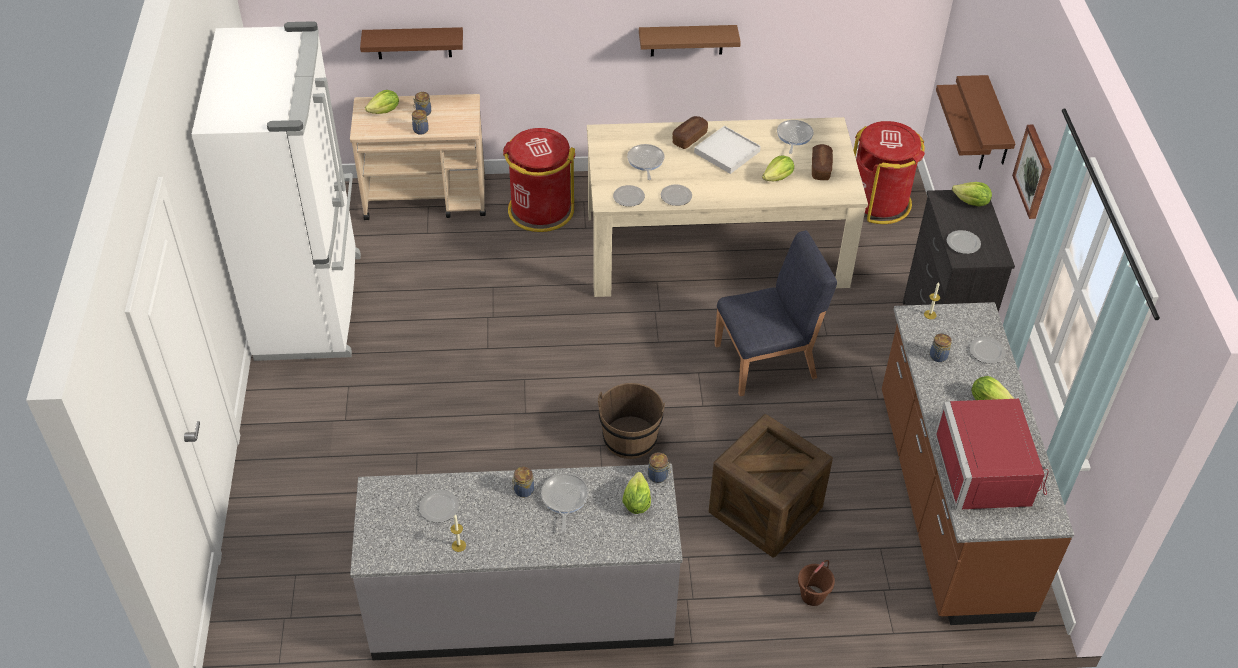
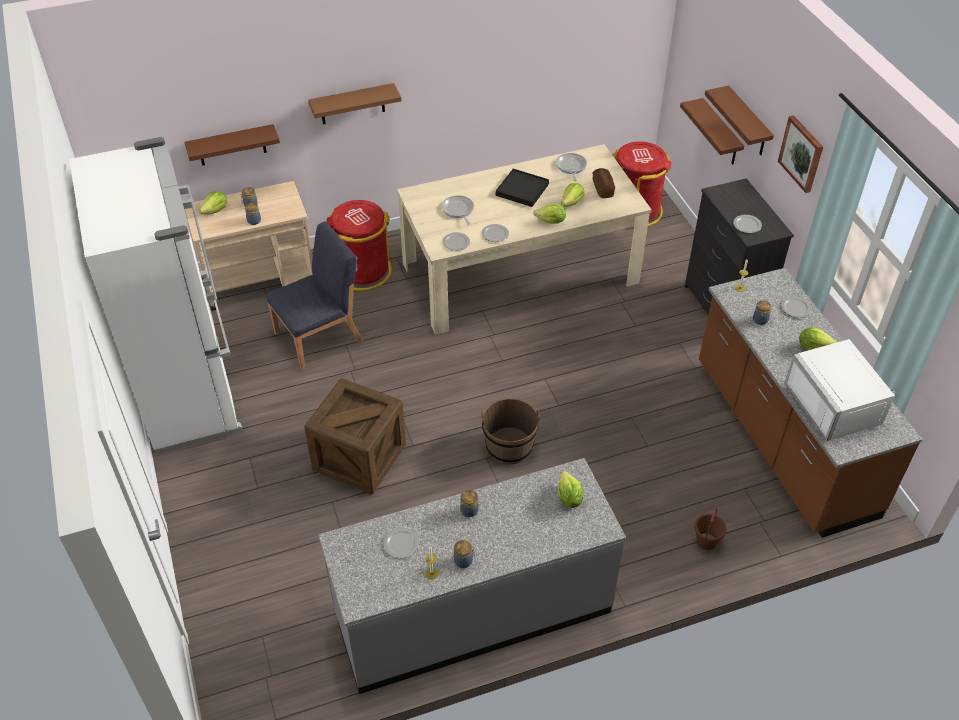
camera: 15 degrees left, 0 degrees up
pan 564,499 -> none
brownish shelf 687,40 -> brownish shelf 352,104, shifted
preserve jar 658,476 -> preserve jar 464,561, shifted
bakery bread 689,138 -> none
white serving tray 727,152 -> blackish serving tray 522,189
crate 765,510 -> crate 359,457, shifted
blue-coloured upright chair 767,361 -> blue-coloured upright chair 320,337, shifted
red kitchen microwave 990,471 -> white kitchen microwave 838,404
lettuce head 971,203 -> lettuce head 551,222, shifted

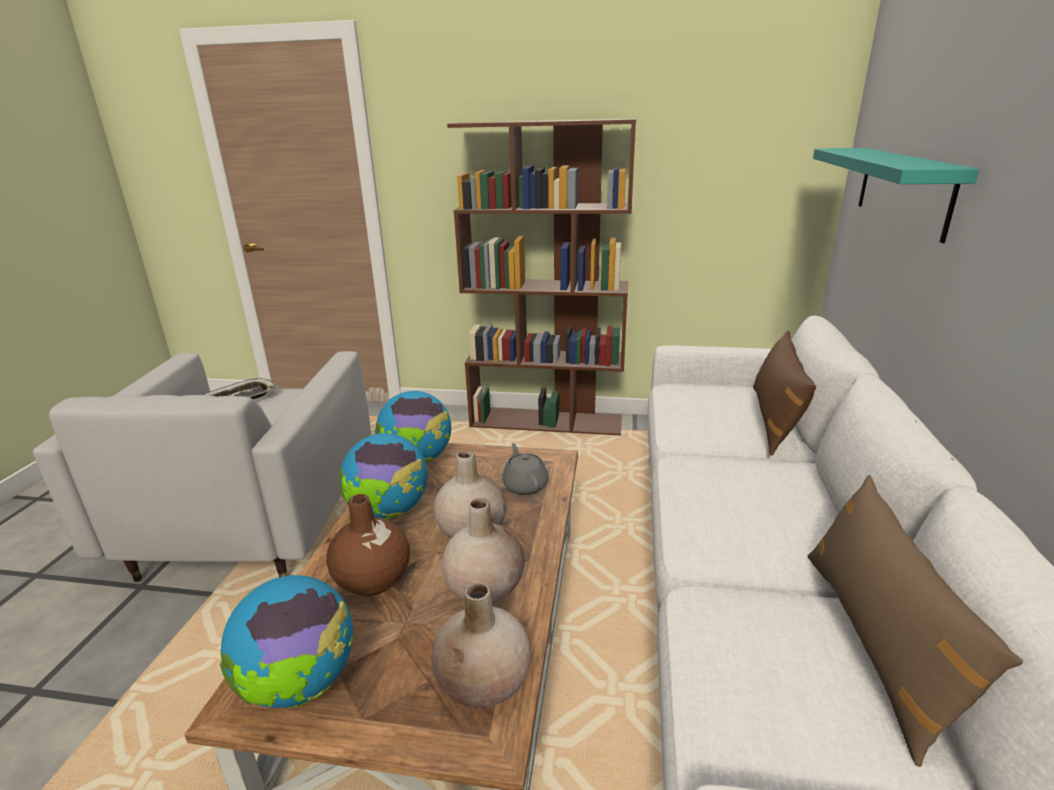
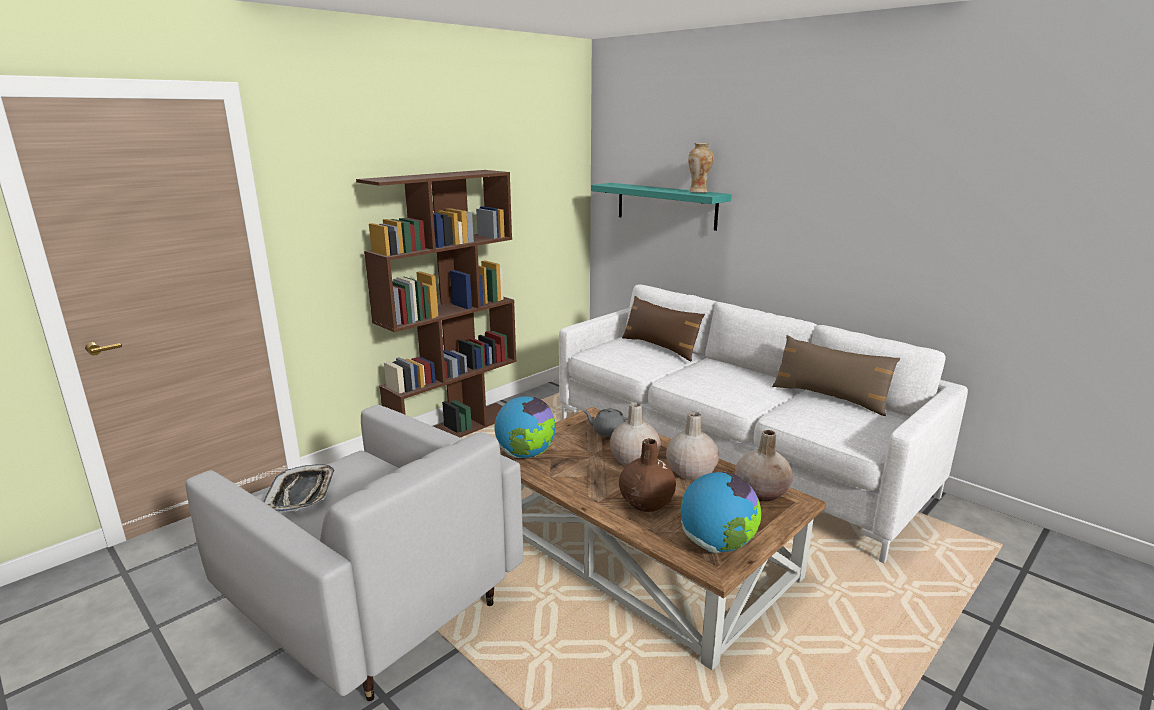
camera: 55 degrees left, 5 degrees down
world globe 389,512 -> none
none -> decorative vase 698,192

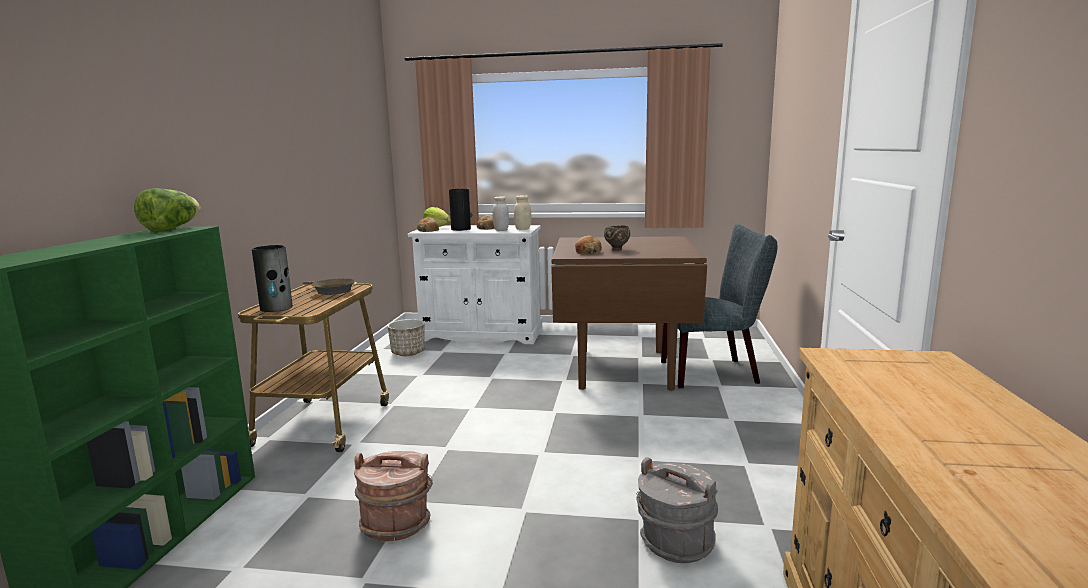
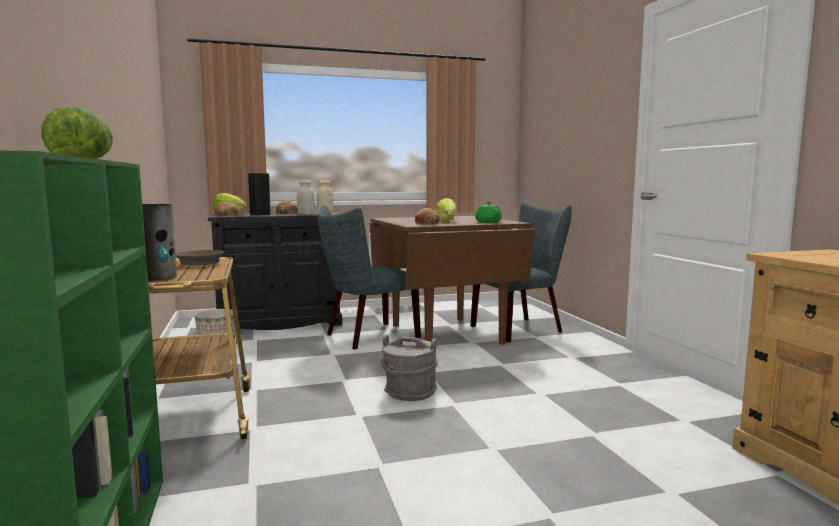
camera: 25 degrees left, 5 degrees down
brownish pail 396,523 -> none
white storage cabinet 481,334 -> blackish storage cabinet 279,322
brownish serving bowl 617,249 -> lettuce head 447,221
gray pail 675,543 -> gray pail 409,392, shifted
none -> gray upright chair 367,337
none -> green-coloured pot for tea 488,222

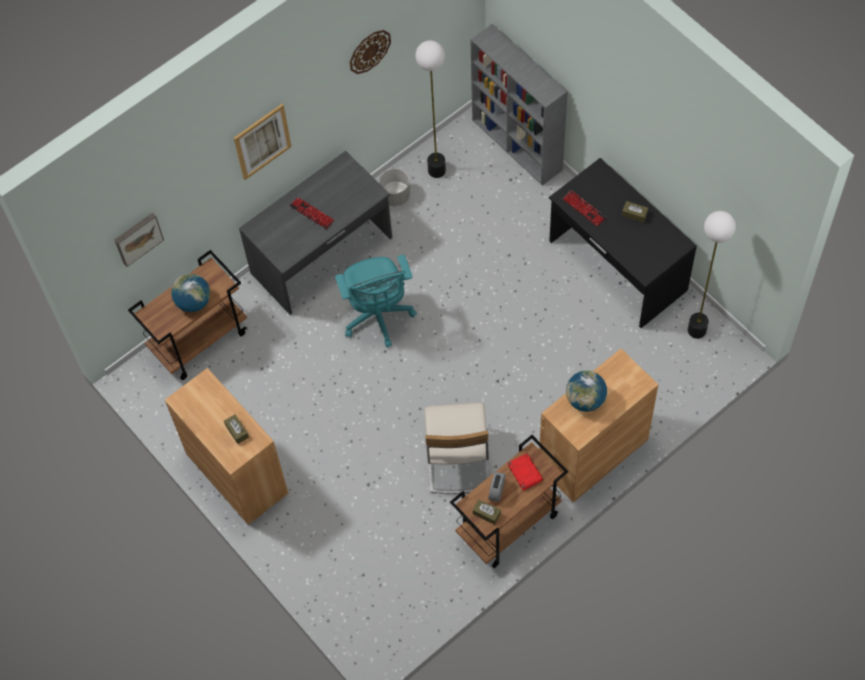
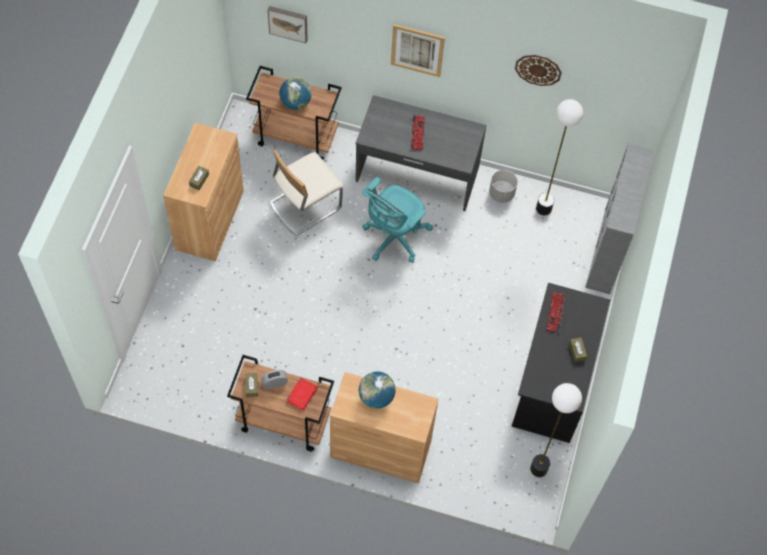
camera: 50 degrees right, 0 degrees up
beige upright chair 456,459 -> beige upright chair 304,205, shifted

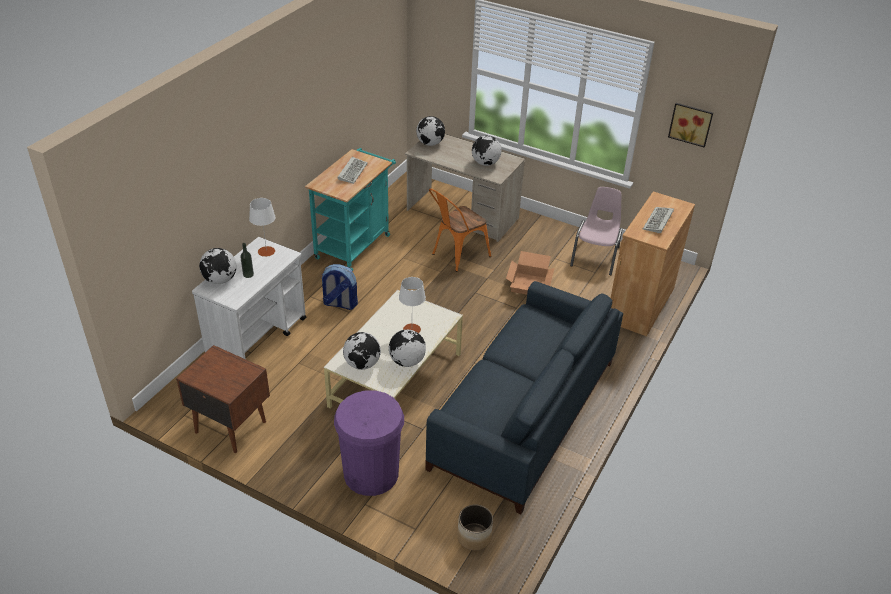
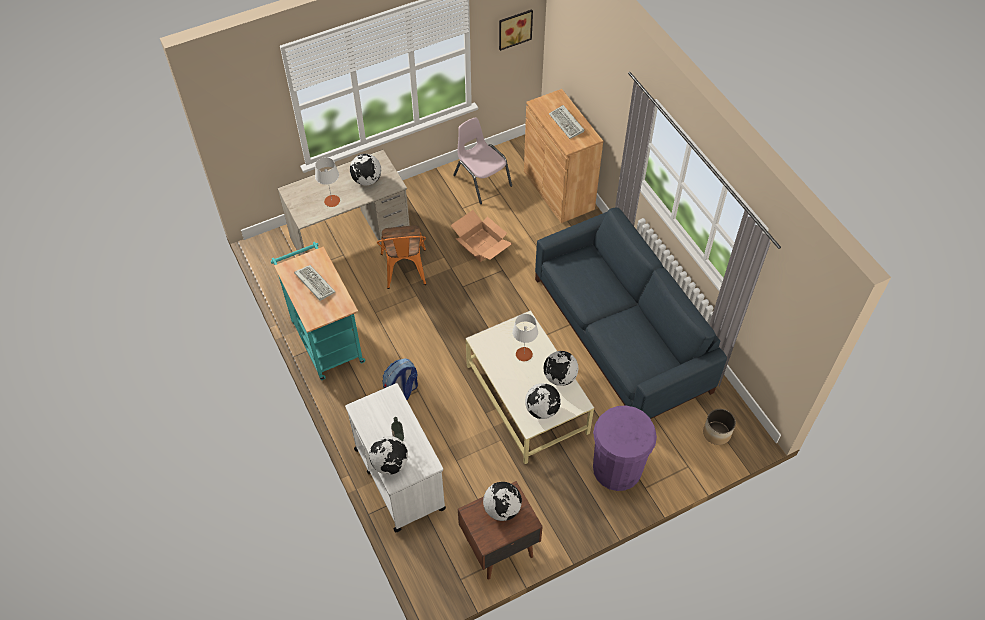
camera: 55 degrees left, 15 degrees up
white table lamp 266,251 -> white table lamp 332,201, shifted
world globe 430,143 -> world globe 502,509, shifted

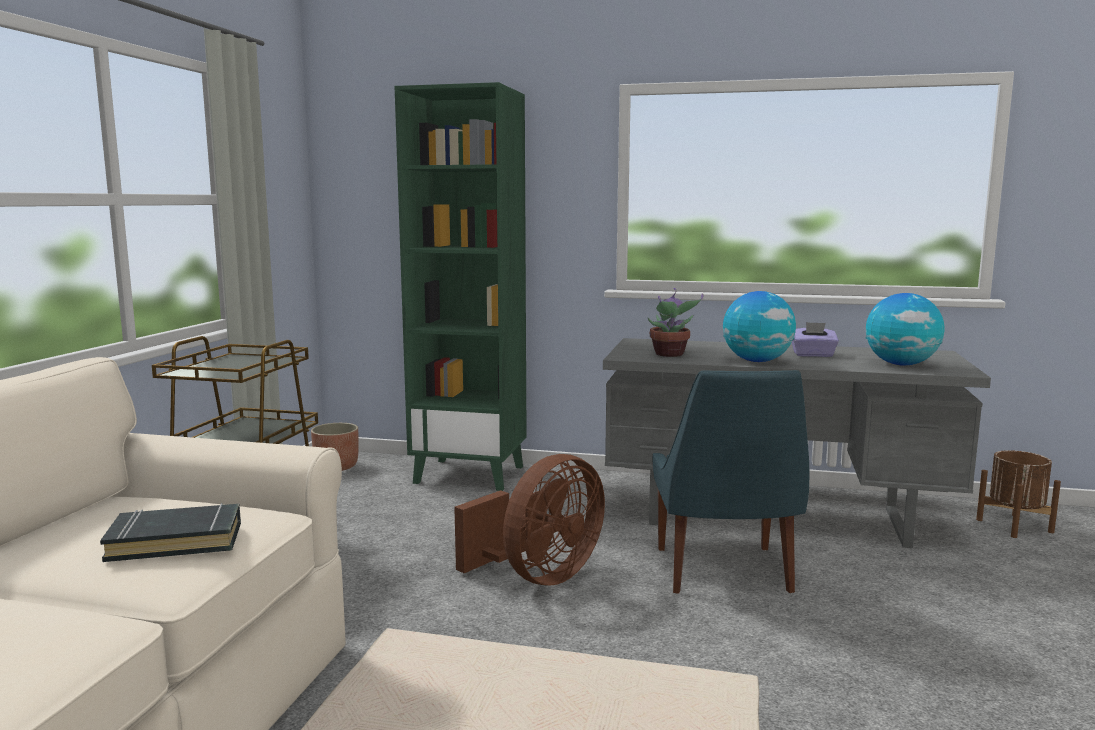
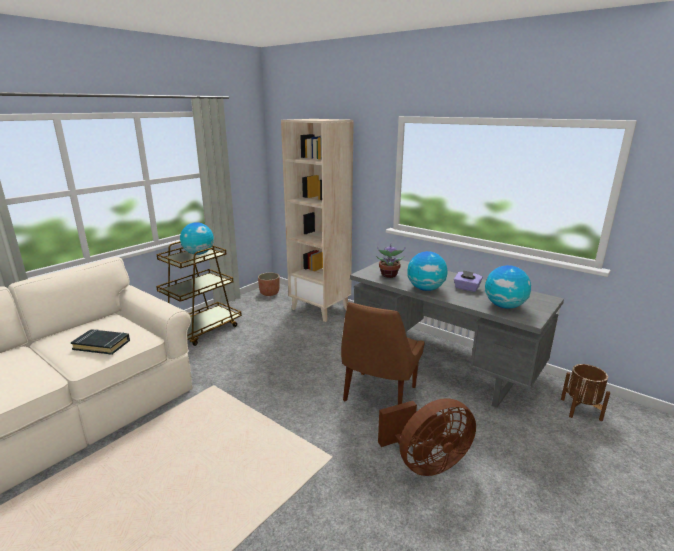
camera: 25 degrees right, 10 degrees up
green-coloured bookshelf 470,474 -> beige bookshelf 320,309
brownish cooling fan 540,576 -> brownish cooling fan 426,463, shifted
blue-coloured upright chair 723,572 -> brownish upright chair 378,395
none -> world globe 199,253

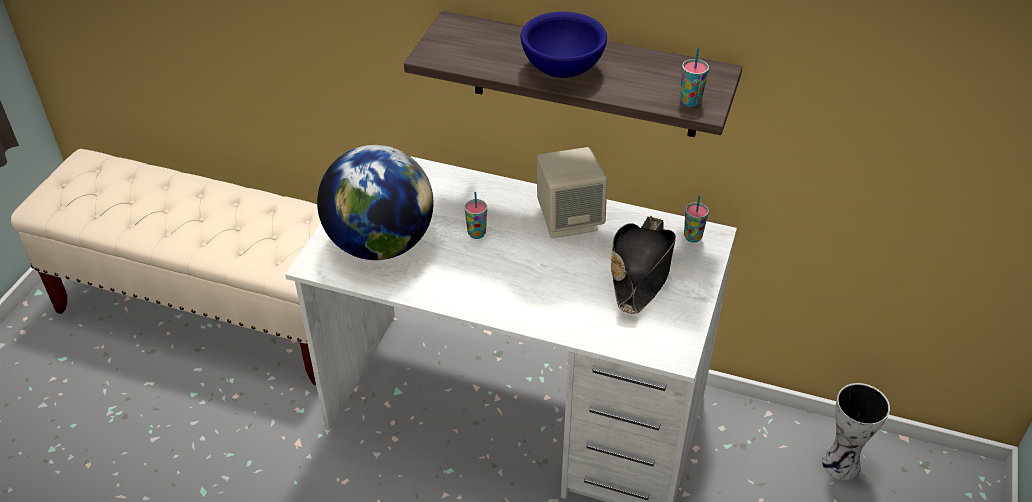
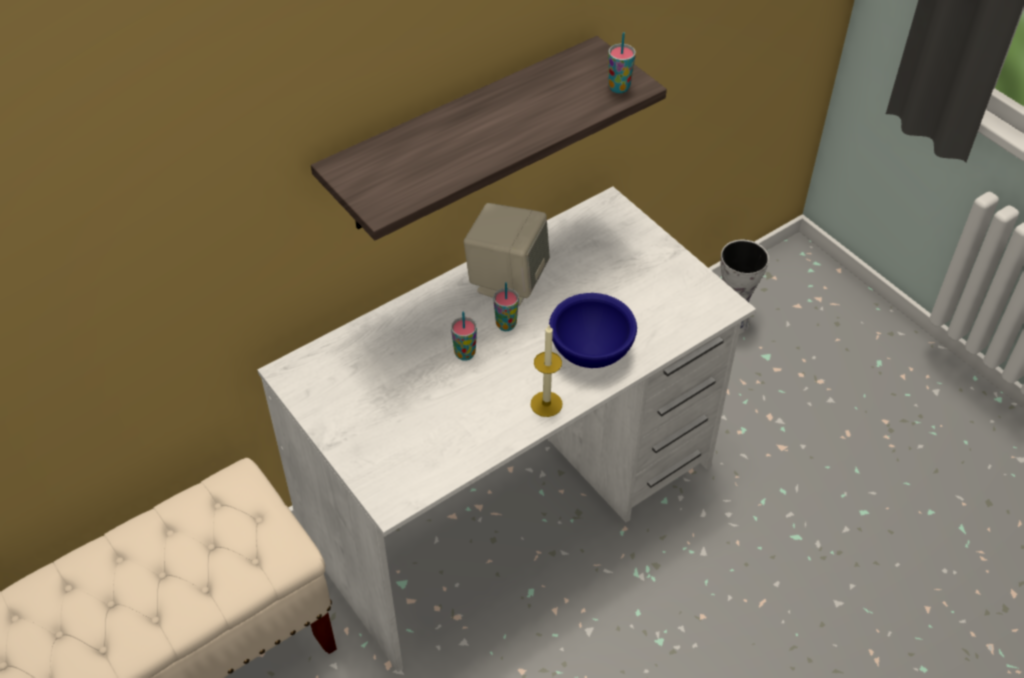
camera: 55 degrees left, 5 degrees up
world globe 380,244 -> none
blue-coloured serving bowl 563,70 -> blue-coloured serving bowl 592,352, shifted
blackish clothing hat 641,270 -> none
drinking cup 692,237 -> drinking cup 506,325, shifted
none -> wax light 546,404

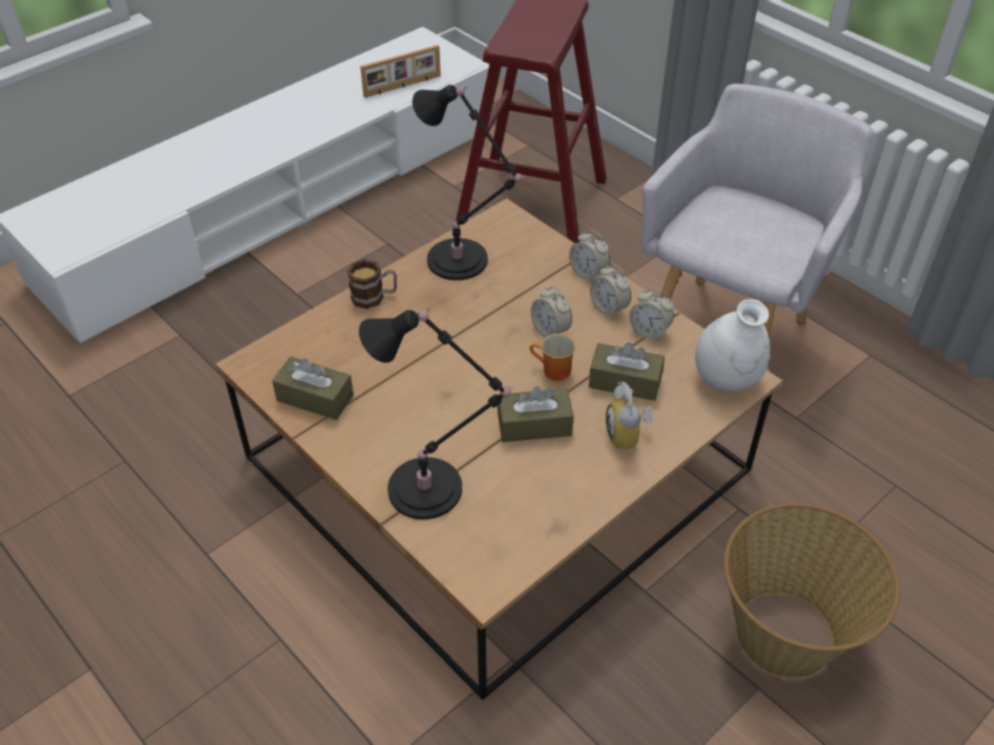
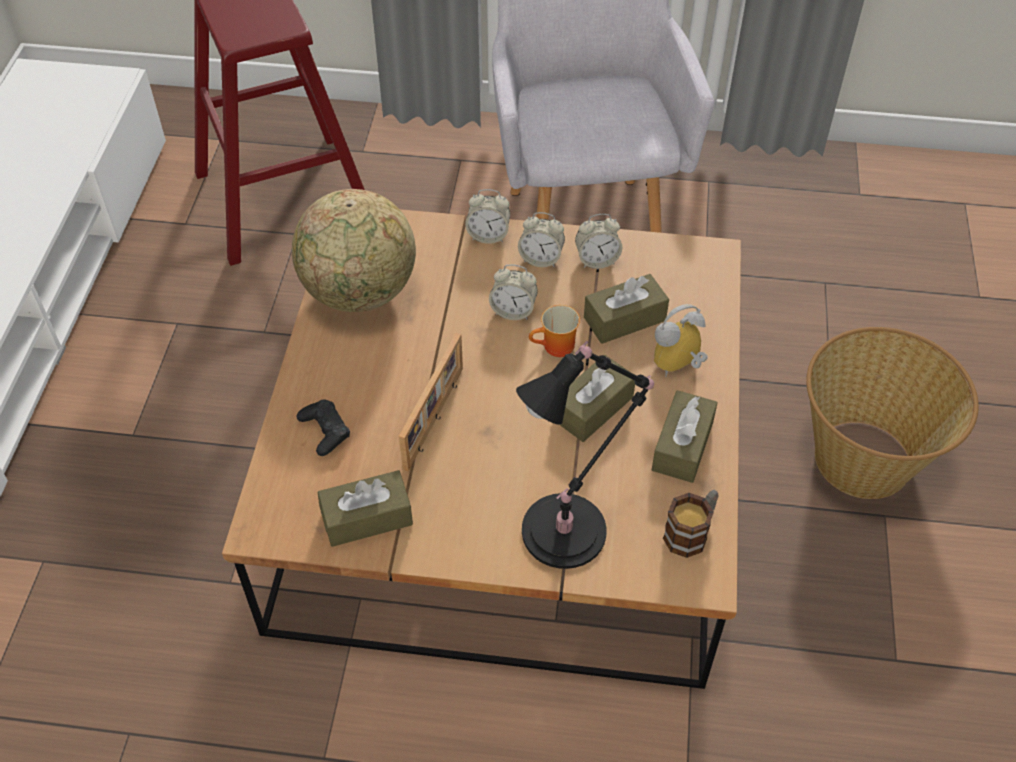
camera: 40 degrees left, 5 degrees up
coffee mug 374,297 -> coffee mug 691,532, shifted
picture frame 403,86 -> picture frame 435,418, shifted
blackish table lamp 462,262 -> world globe 360,293
alarm clock 629,437 -> alarm clock 679,367, 105 degrees clockwise
white decorative vase 726,380 -> none
none -> blackish joypad 325,431
none -> brownish box of tissues 682,446

